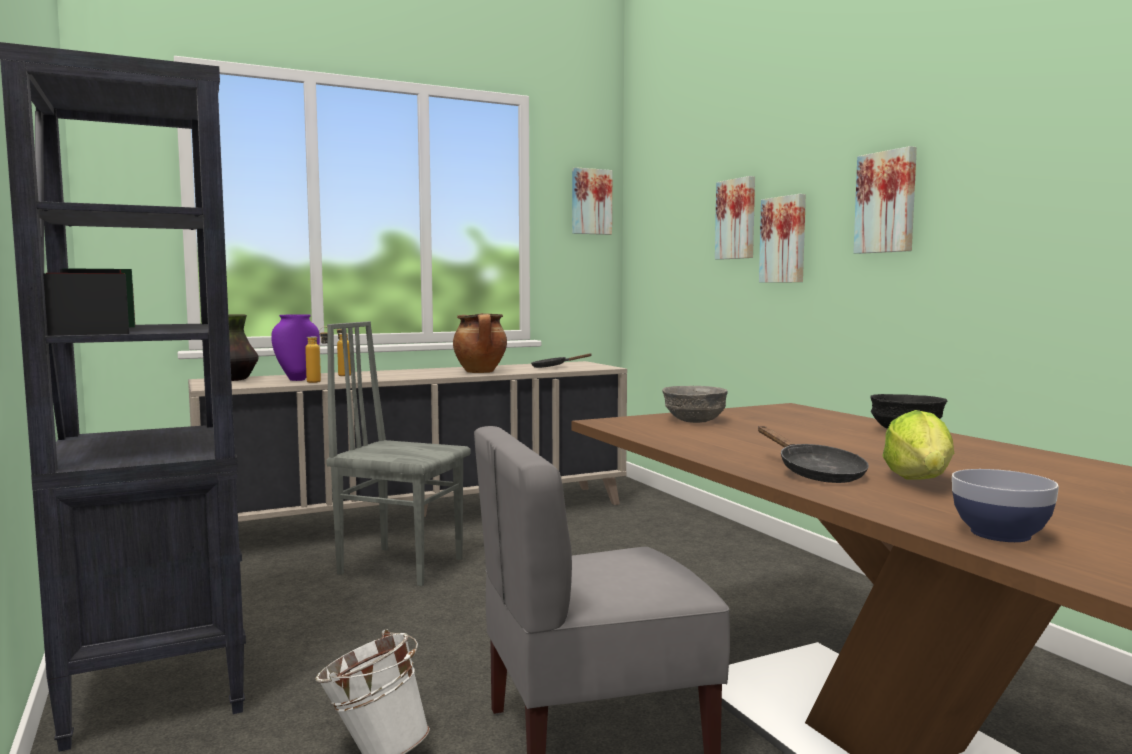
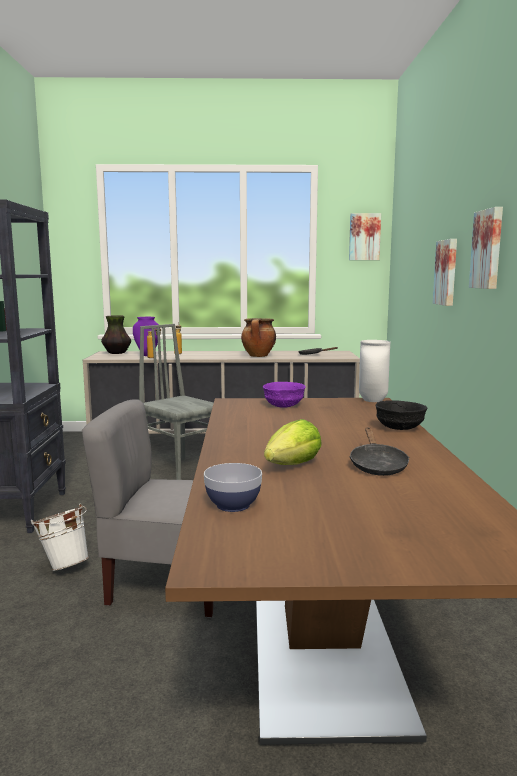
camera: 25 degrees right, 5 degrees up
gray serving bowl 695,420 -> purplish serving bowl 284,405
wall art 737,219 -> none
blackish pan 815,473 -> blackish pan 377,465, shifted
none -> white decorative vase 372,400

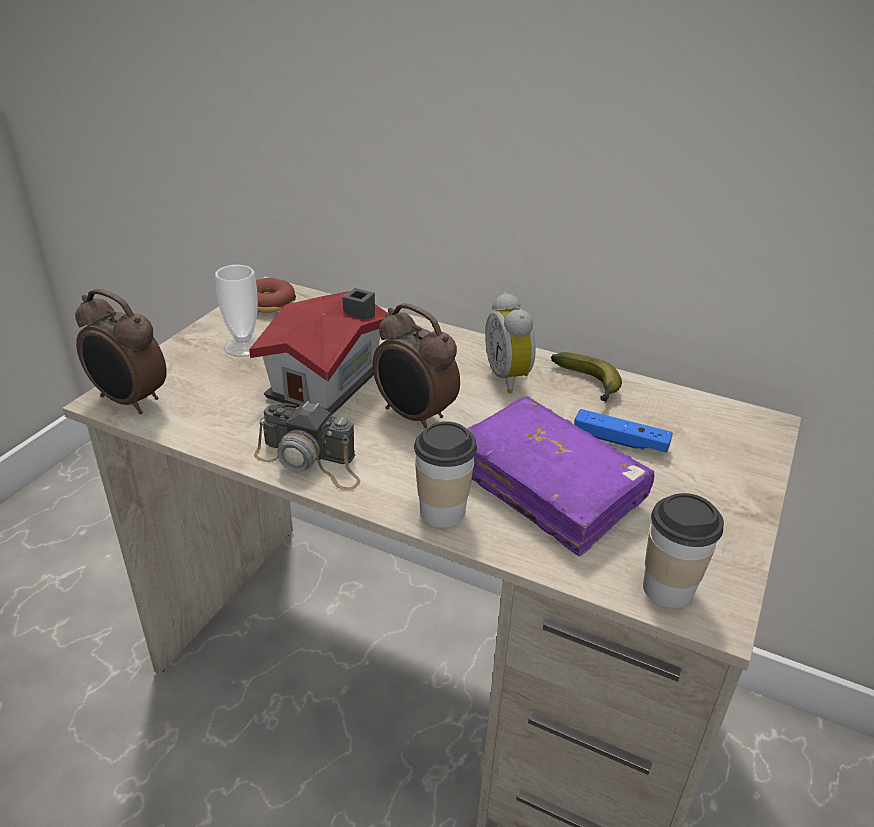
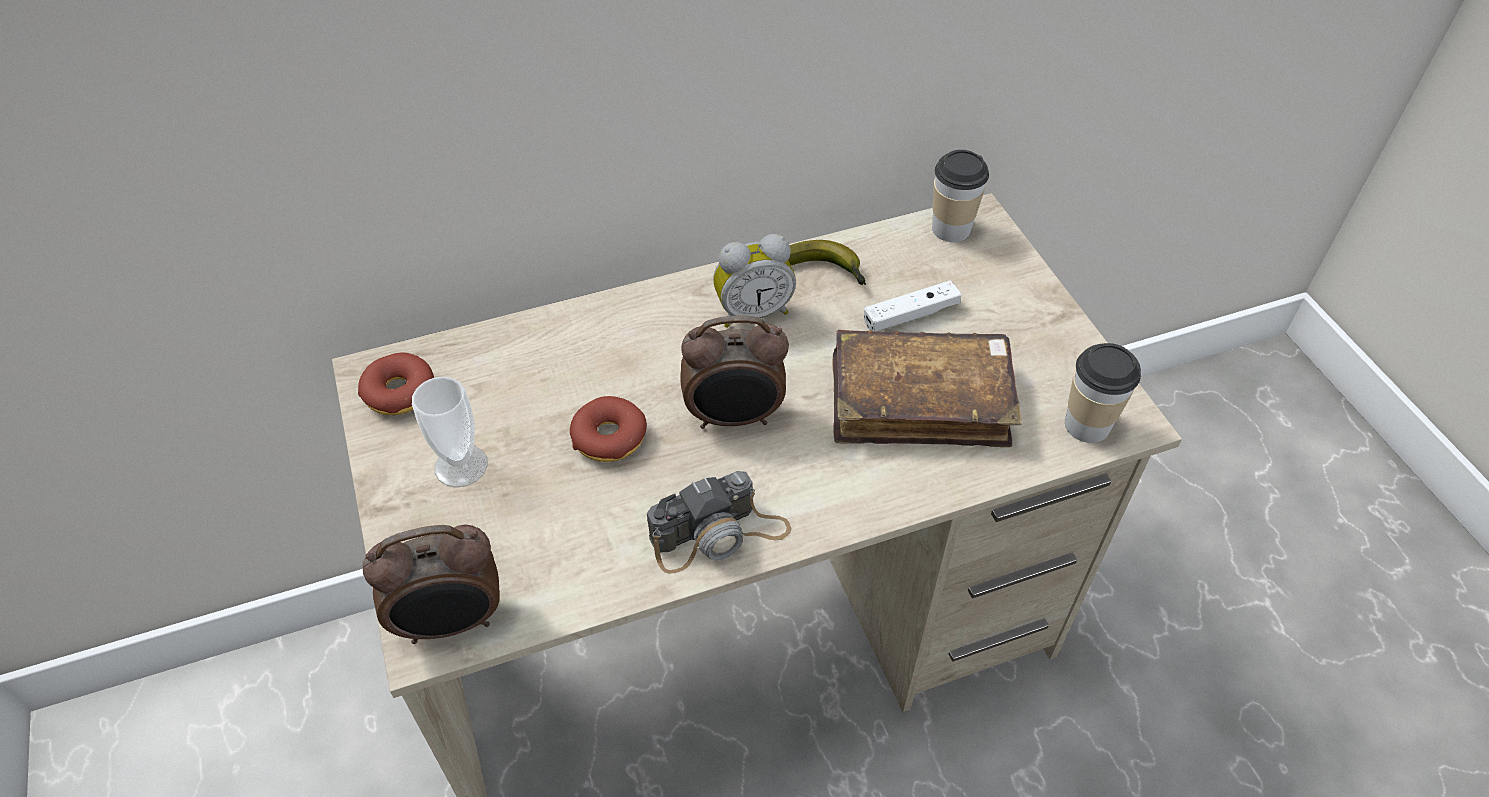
camera: 45 degrees left, 15 degrees up
model house 331,381 -> doughnut 609,437
drinking cup 442,511 -> drinking cup 951,228, shifted
purplish volume 549,487 -> brownish volume 919,402
alarm clock 510,378 -> alarm clock 752,312, 45 degrees counterclockwise
blue-coloured joypad 620,441 -> white joypad 910,315

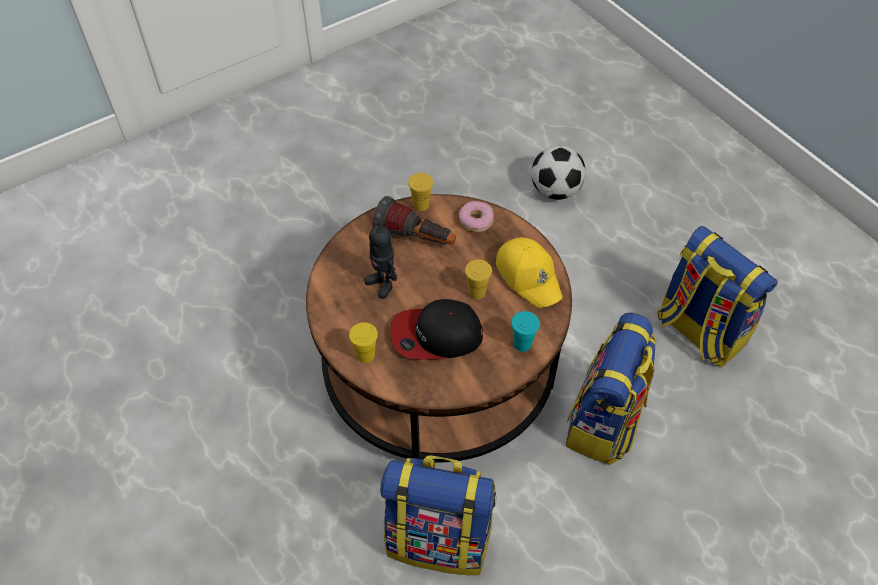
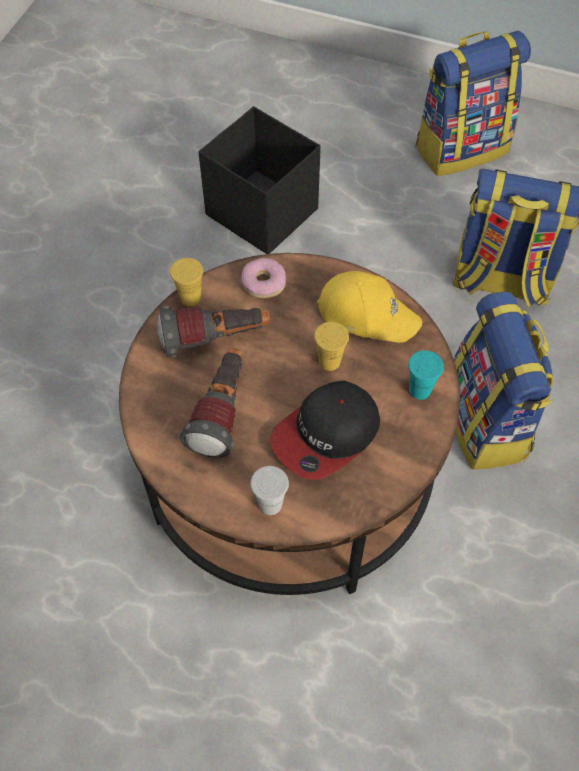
camera: 35 degrees left, 5 degrees up
yellowish drinking cup 365,355 -> white drinking cup 270,504
model robot 382,284 -> hand torch 222,412
rucksack 440,538 -> rucksack 461,148, shifted
football ball 555,191 -> blackish storage container 261,211

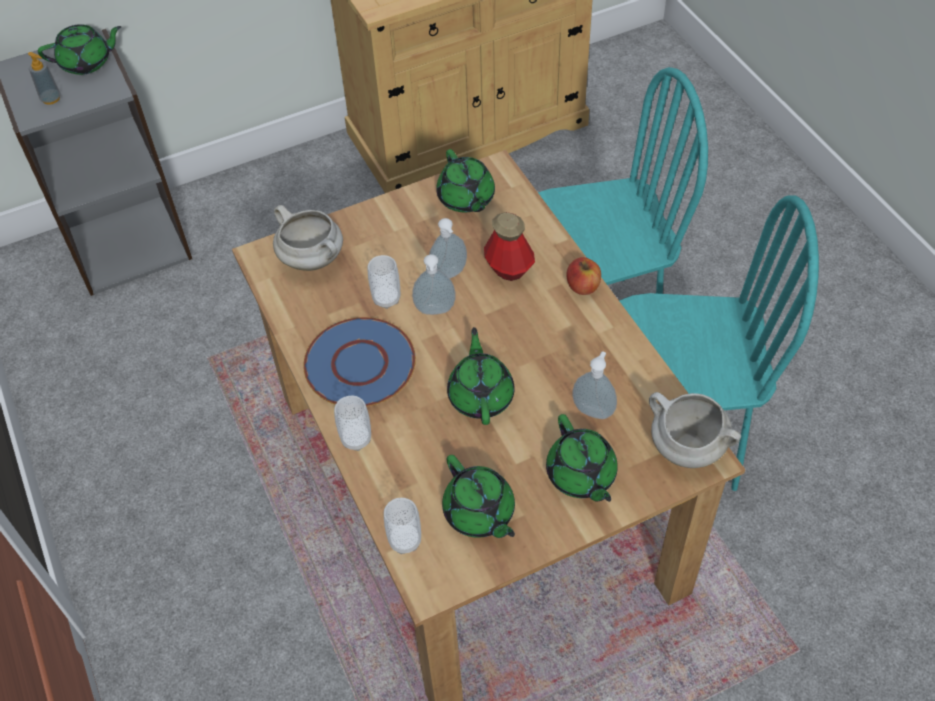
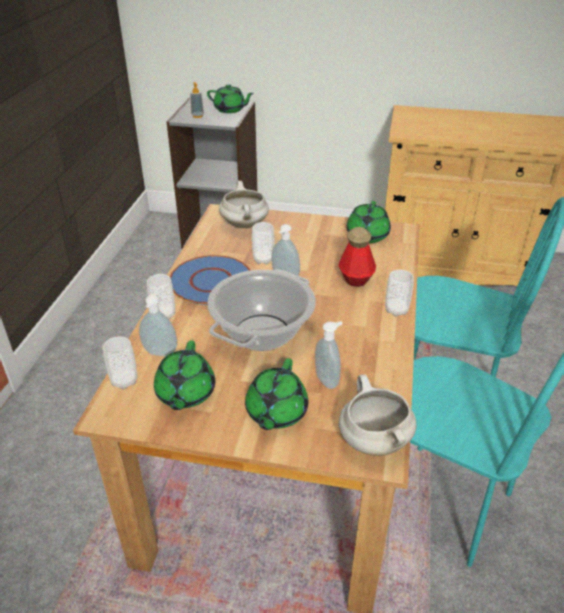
camera: 35 degrees right, 15 degrees down
soap bottle 449,275 -> soap bottle 160,354, shifted
green-coloured pot for tea 481,395 -> saucepot 262,332
apple fruit 583,286 -> drinking cup 396,310

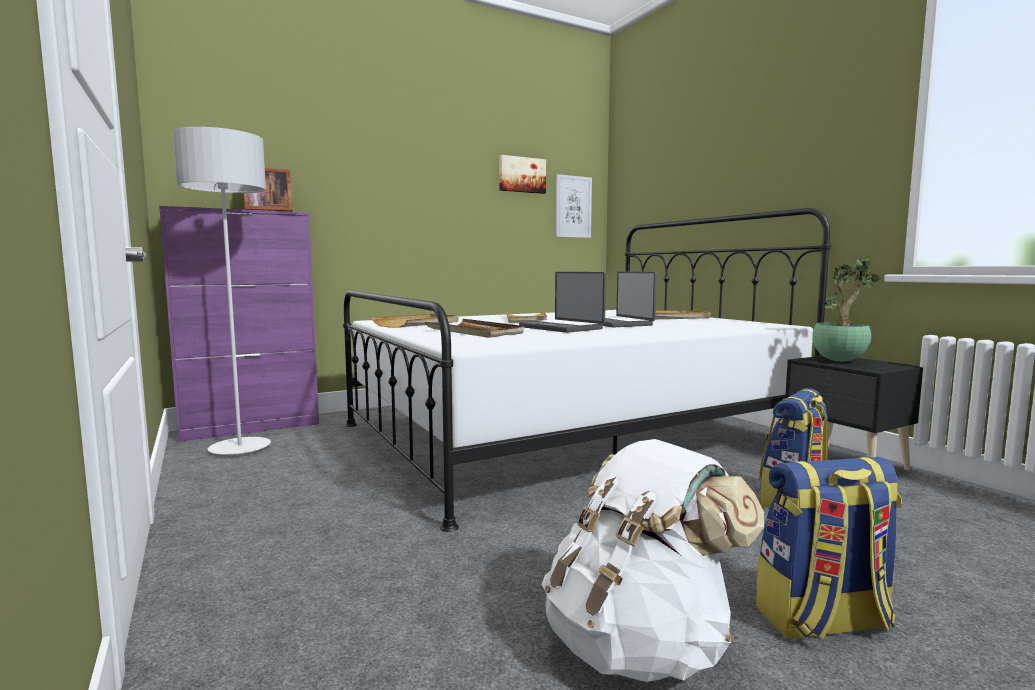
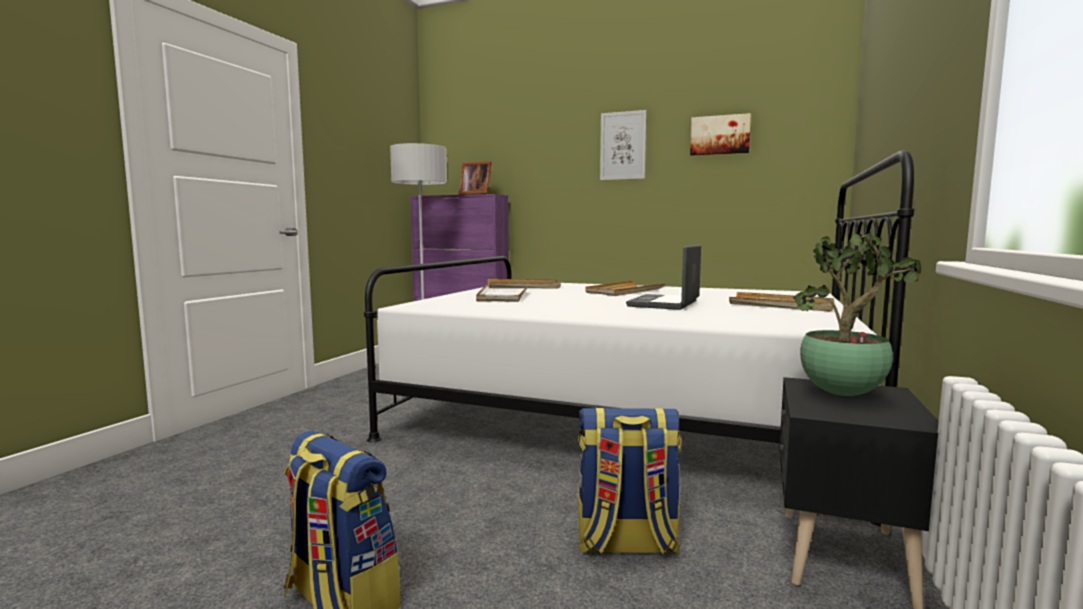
camera: 50 degrees right, 0 degrees up
brownish serving tray 474,332 -> white serving tray 502,296
laptop 562,328 -> none
white rucksack 639,645 -> none
wall art 573,207 -> wall art 623,146, shifted

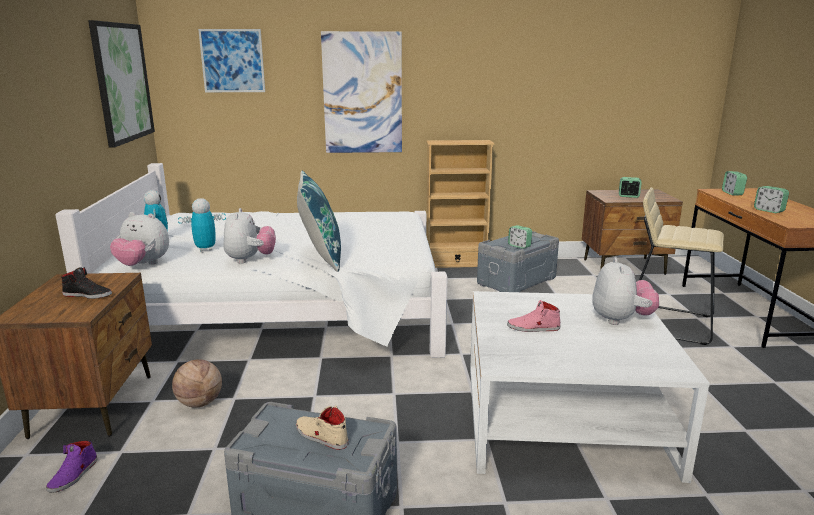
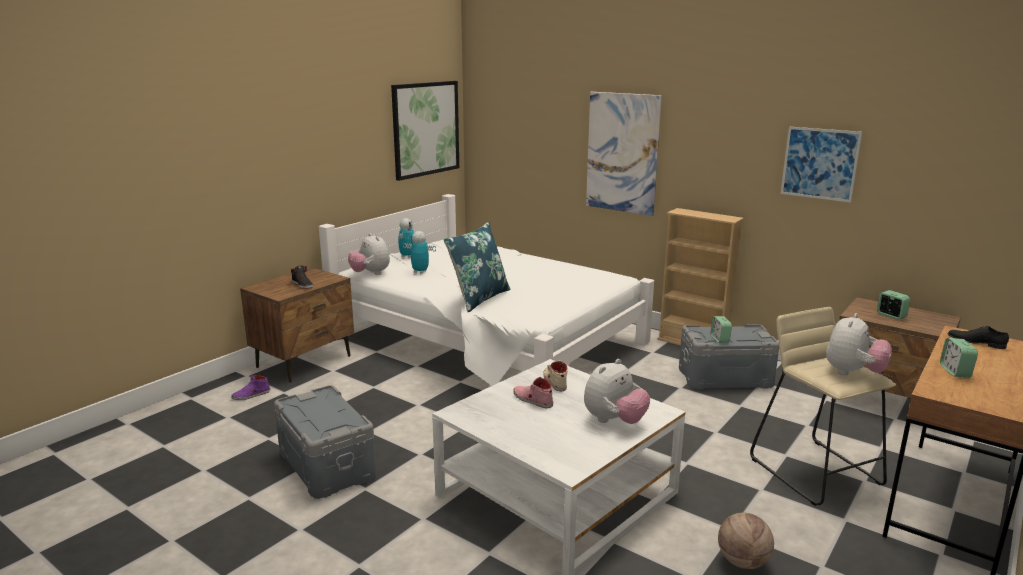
camera: 40 degrees right, 0 degrees up
basketball ball 200,403 -> basketball ball 743,562, shifted
wall art 232,61 -> wall art 820,163, shifted
cuddly toy 250,260 -> cuddly toy 853,373, shifted
beige item of footwear 321,436 -> beige item of footwear 554,381, shifted
alarm clock 732,193 -> blackish item of footwear 976,341

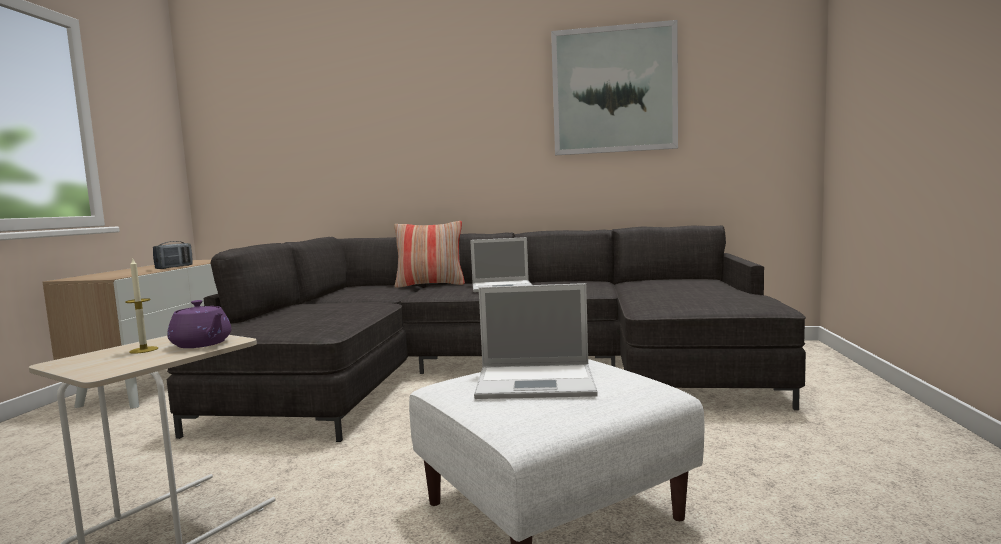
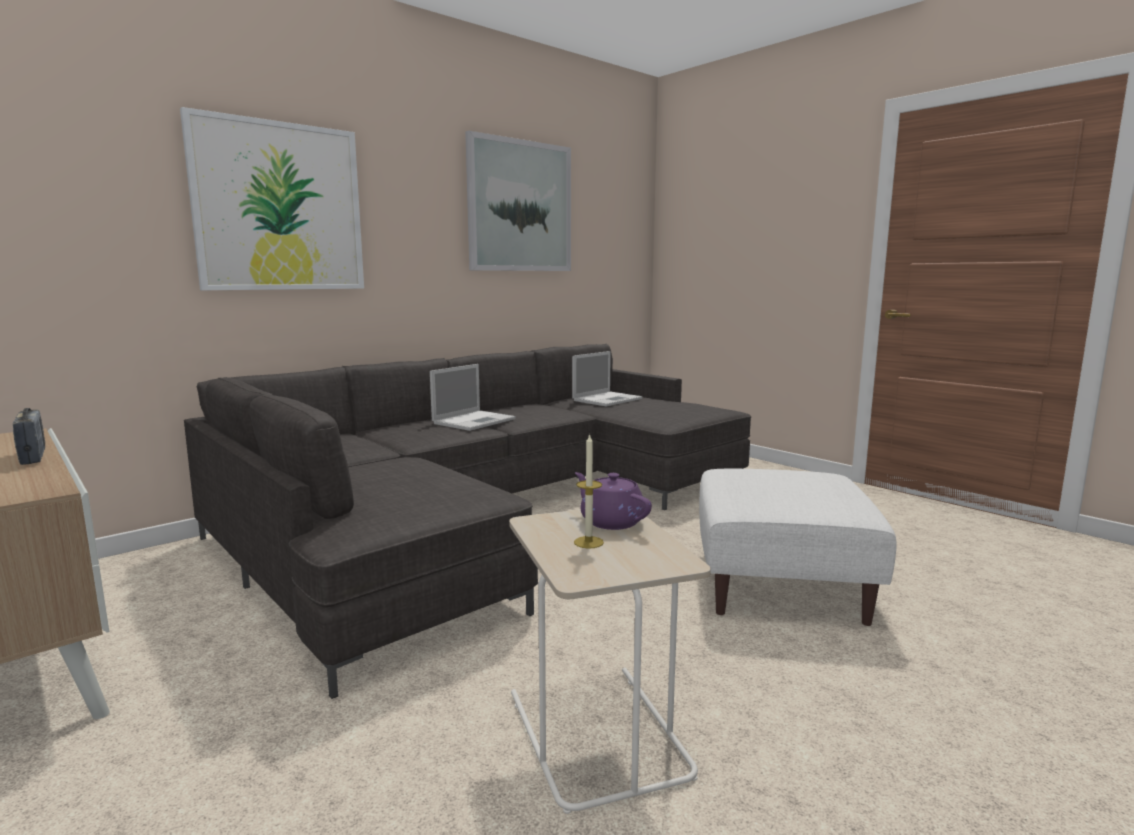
camera: 50 degrees left, 5 degrees up
purplish pot for tea 202,344 -> purplish pot for tea 611,521, 120 degrees counterclockwise
throw pillow 430,285 -> none
laptop 538,382 -> laptop 608,399, shifted
none -> wall art 279,207

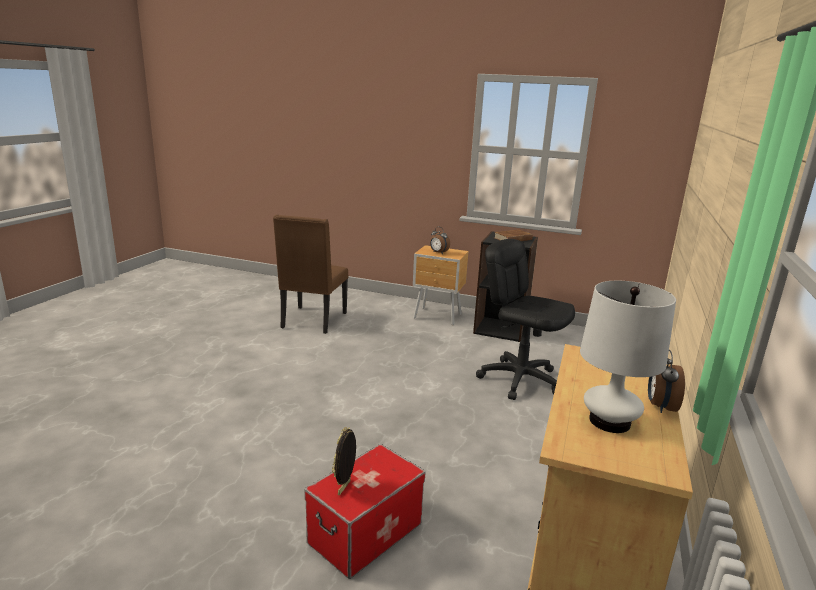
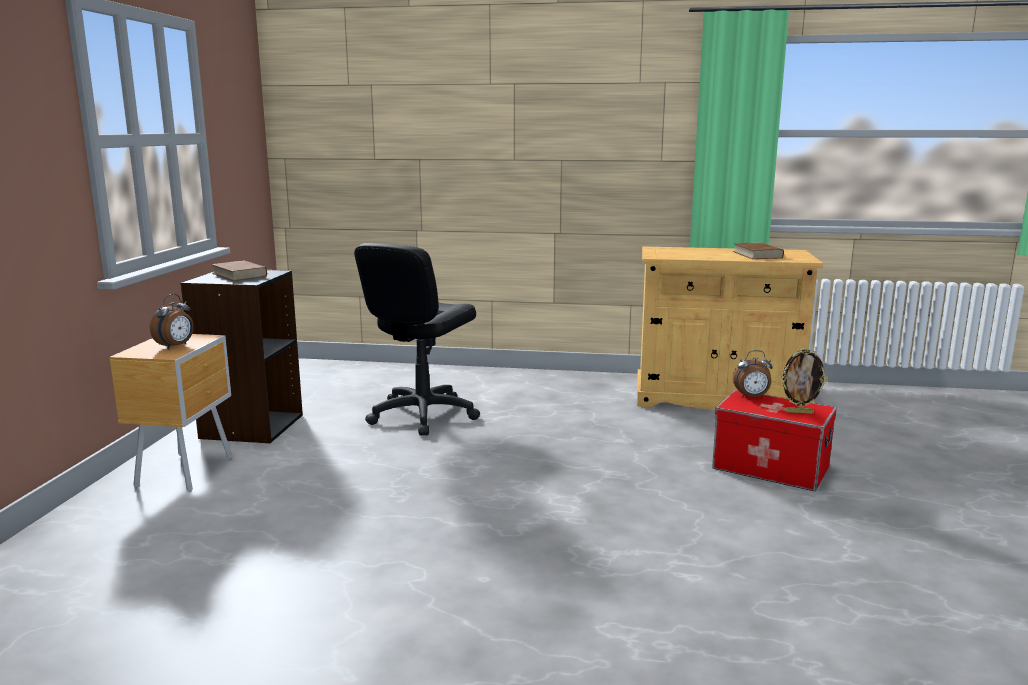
camera: 100 degrees left, 5 degrees down
brownish upright chair 313,321 -> none
white table lamp 609,421 -> brownish volume 757,255
alarm clock 660,406 -> alarm clock 752,397, shifted

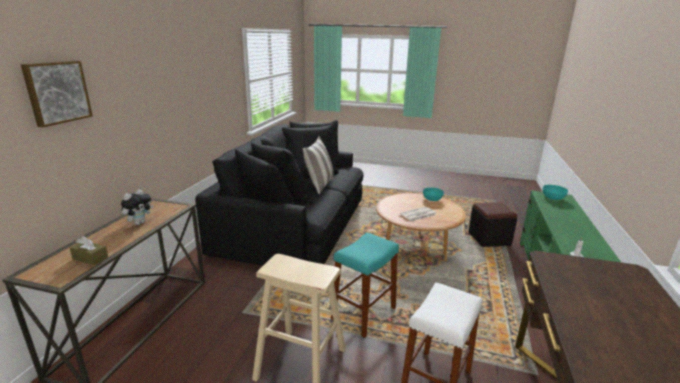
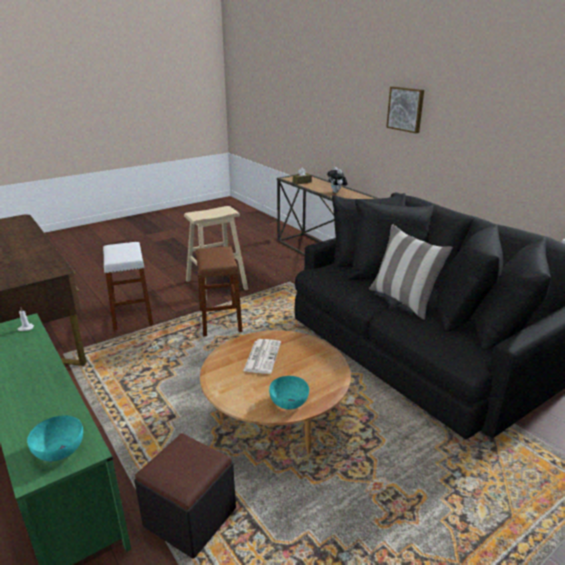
camera: 130 degrees right, 5 degrees up
wall art 57,92 -> wall art 406,109, shifted
turquoise-coloured sitting stool 363,313 -> brownish sitting stool 220,321

